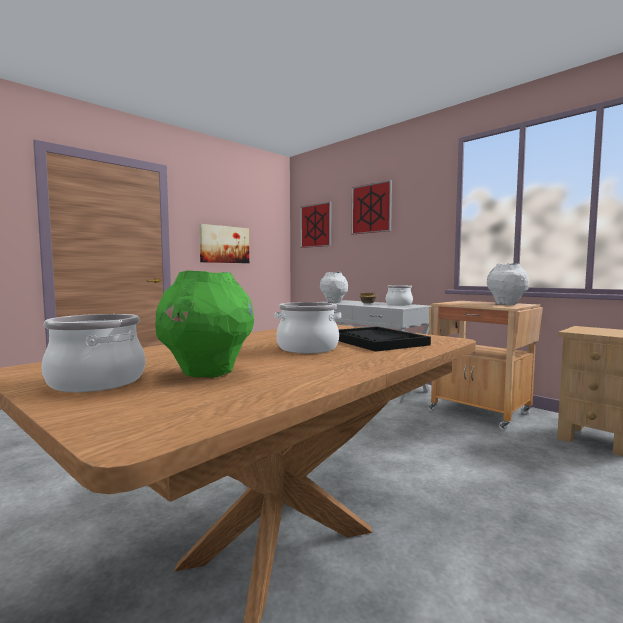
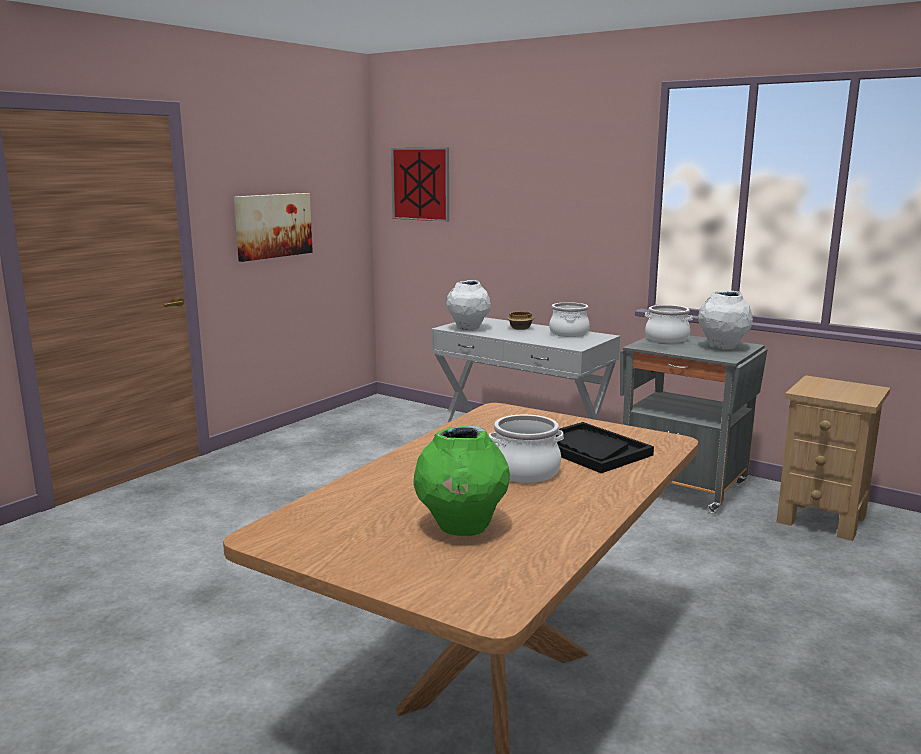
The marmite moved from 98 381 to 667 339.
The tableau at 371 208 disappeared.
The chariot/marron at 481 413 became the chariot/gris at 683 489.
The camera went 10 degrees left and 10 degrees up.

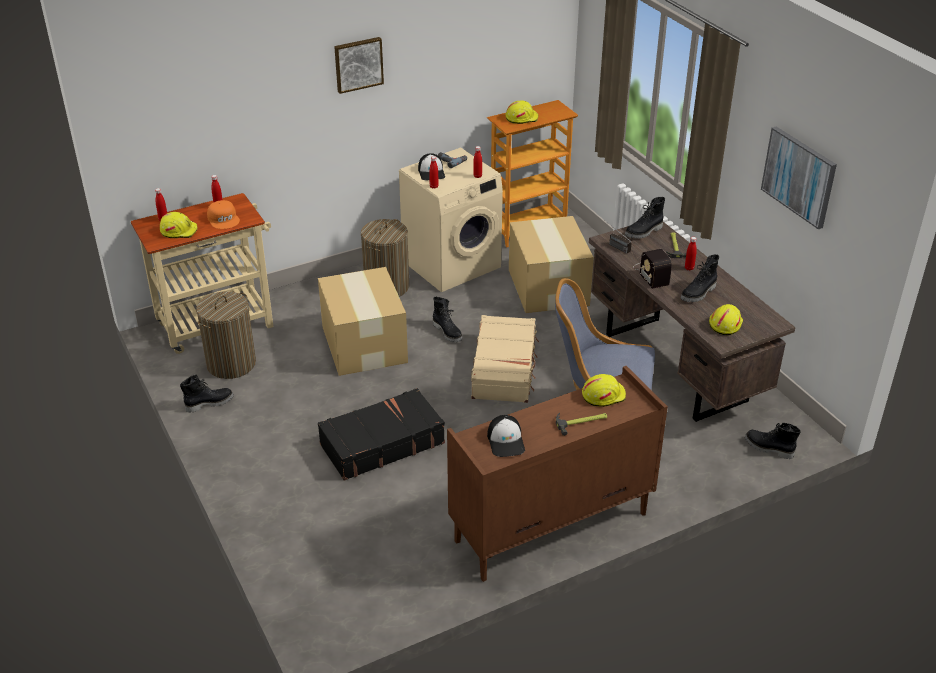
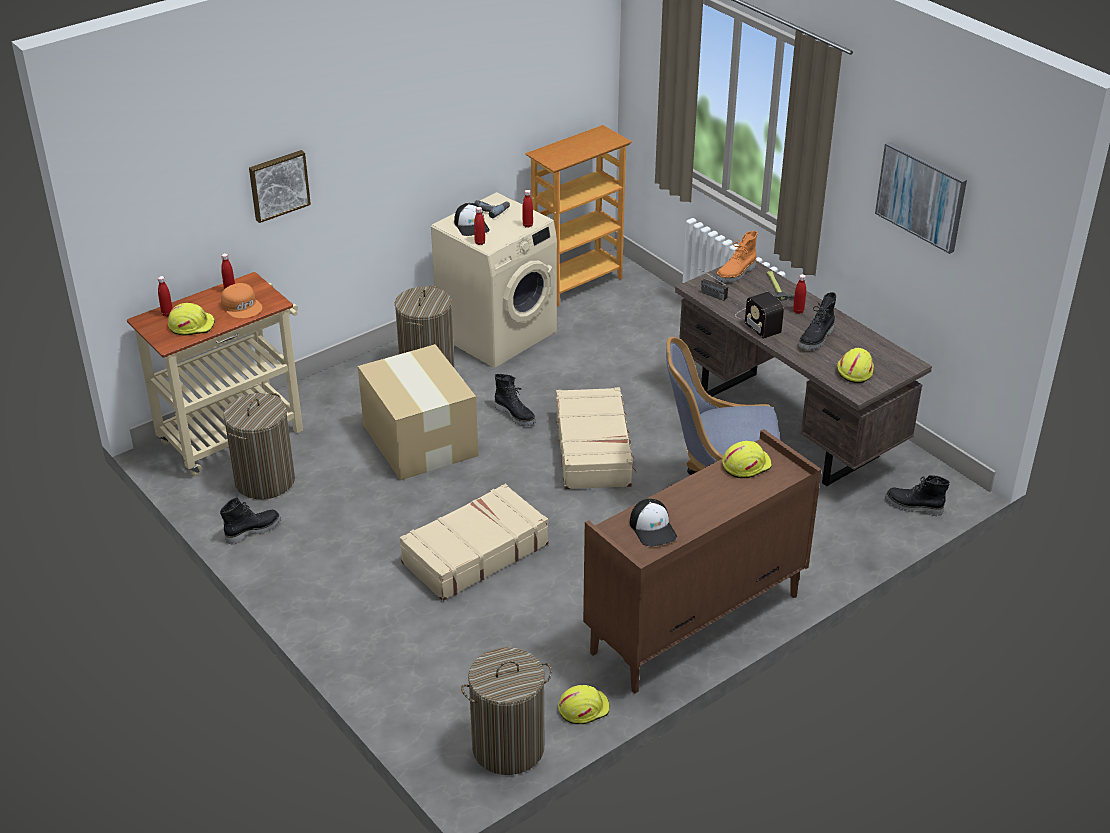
The valise/noir at 381 443 became the valise/beige at 474 553.
The tableau moved from 358 64 to 278 185.
The casque de chantier/jaune moved from 521 118 to 583 708.
The carton at 548 286 disappeared.
The marteau at 582 422 disappeared.
The botte/noir at 644 232 became the botte/orange at 736 274.
The panier à linge at 508 748 appeared.
The camera went 10 degrees left and 0 degrees up.

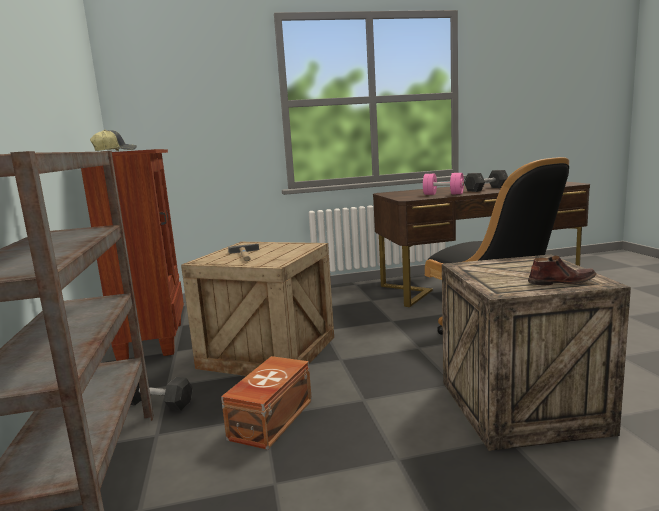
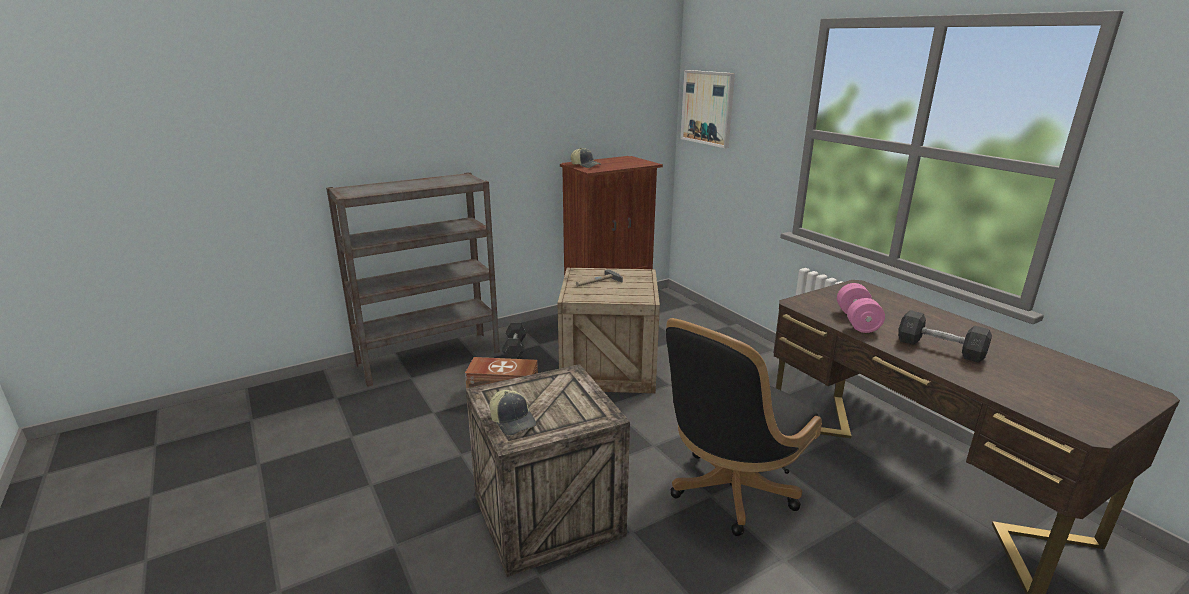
The chaussure/marron at 561 282 was replaced by the casquette at 513 421.
The tableau at 708 108 appeared.
The camera went 70 degrees right and 10 degrees up.

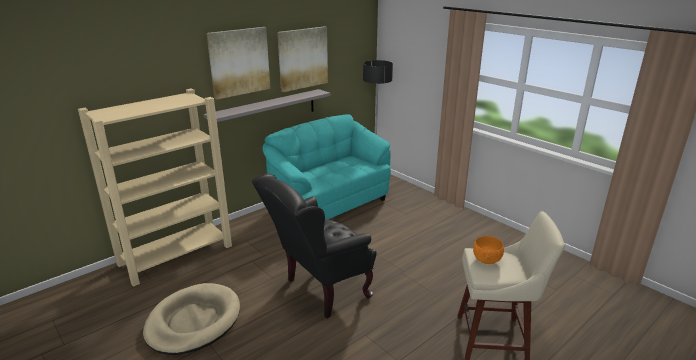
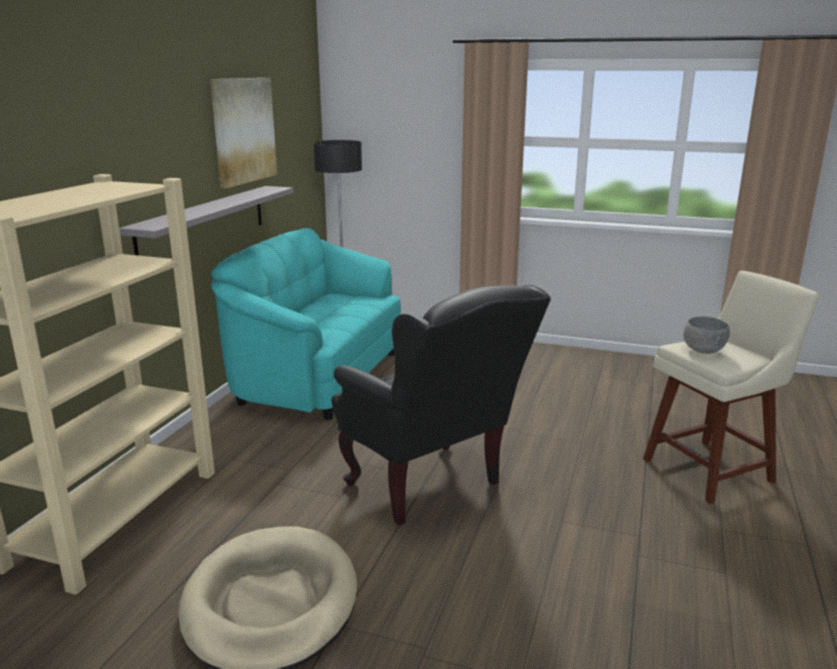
The tableau at 239 62 disappeared.
The fauteuil/noir at 319 292 turned 60 degrees counterclockwise.
The bol/orange at 487 260 became the bol/gris at 704 351.
The camera went 30 degrees left and 5 degrees down.

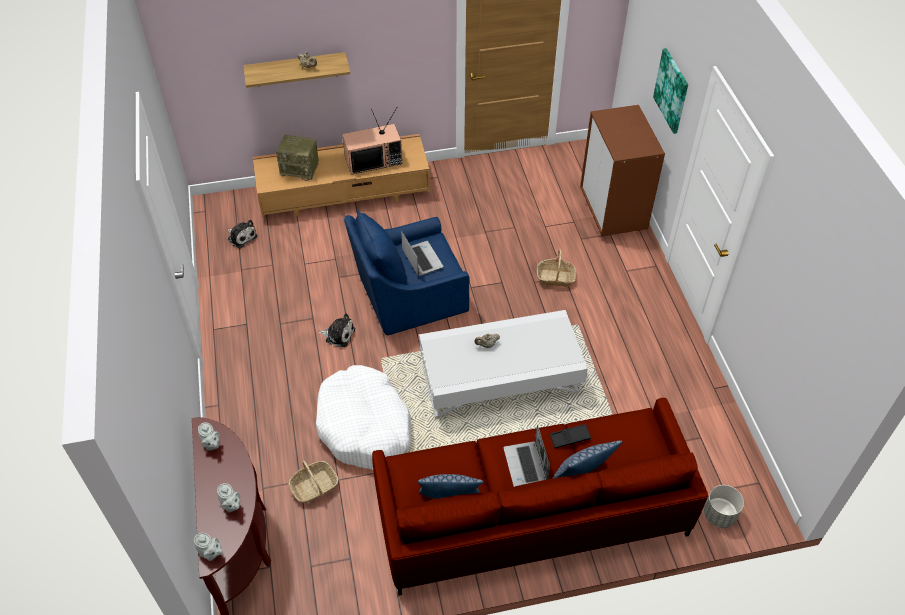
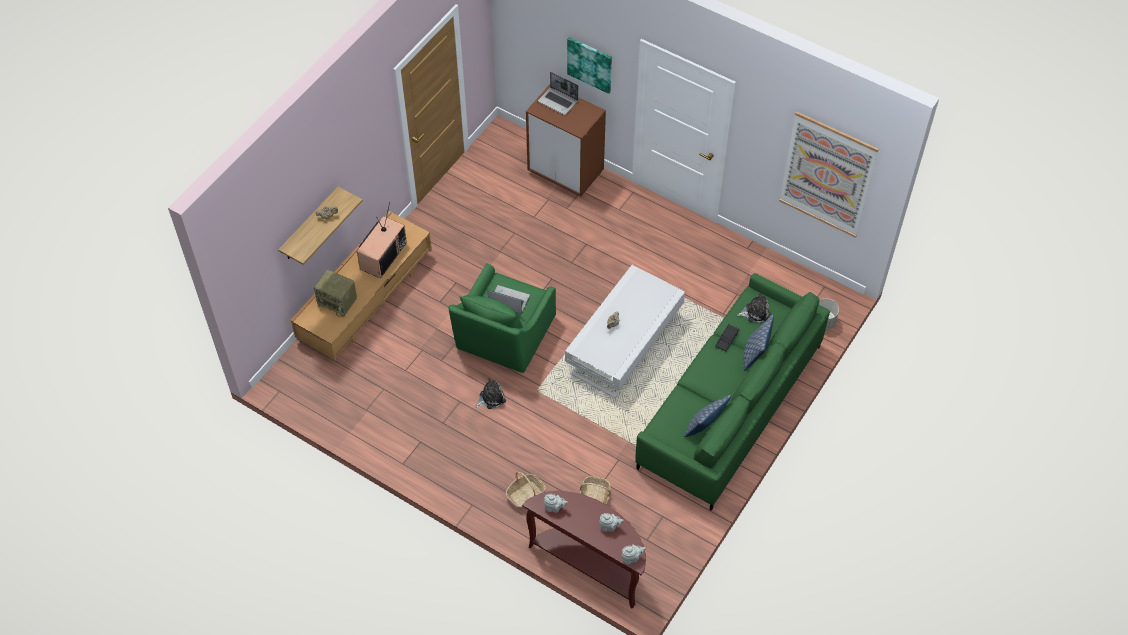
The peluche moved from 241 237 to 755 312.
The radio at 300 169 turned 60 degrees clockwise.
The panier pour chien/blanc at 364 426 disappeared.
The fauteuil/bleu at 408 296 became the fauteuil/vert at 503 336.
The canapé/rouge at 531 513 became the canapé/vert at 729 406.
The ordinateur portable moved from 526 466 to 558 101.
The panier moved from 555 278 to 526 494.
The tableau at 827 175 appeared.
The camera went 45 degrees left and 5 degrees up.

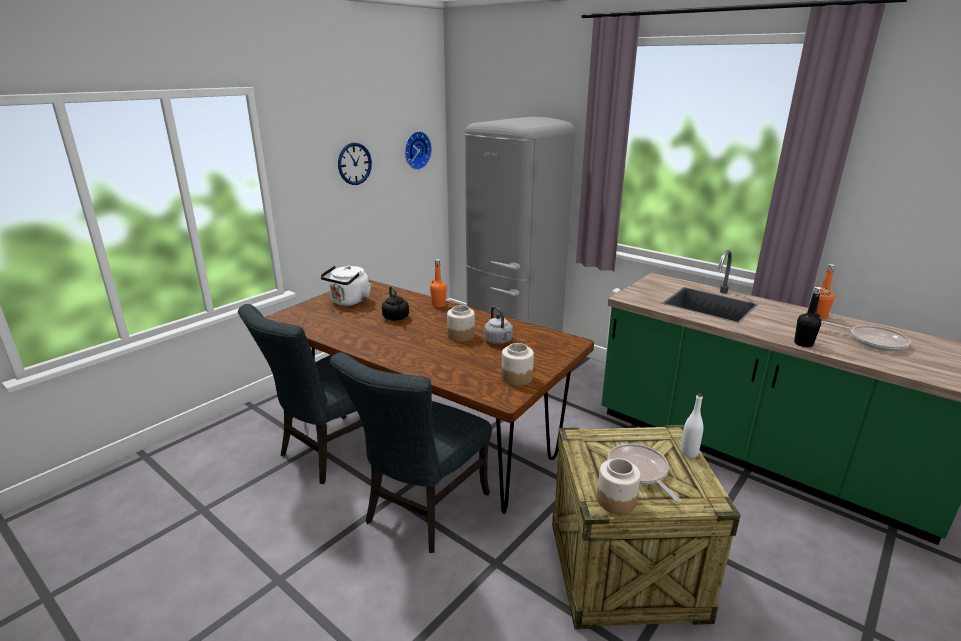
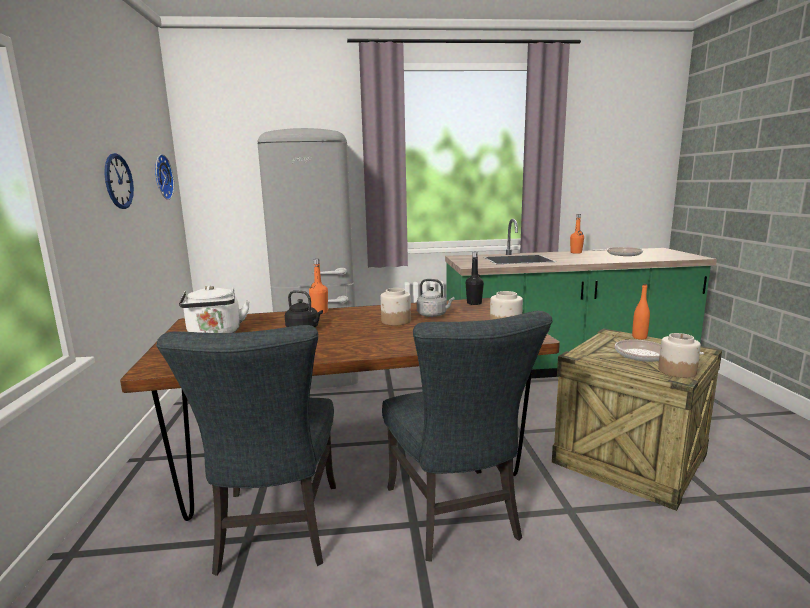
The bouteille/blanc at 689 453 became the bouteille/orange at 639 337.
The bouteille/noir moved from 803 344 to 474 303.
The camera went 45 degrees left and 10 degrees down.

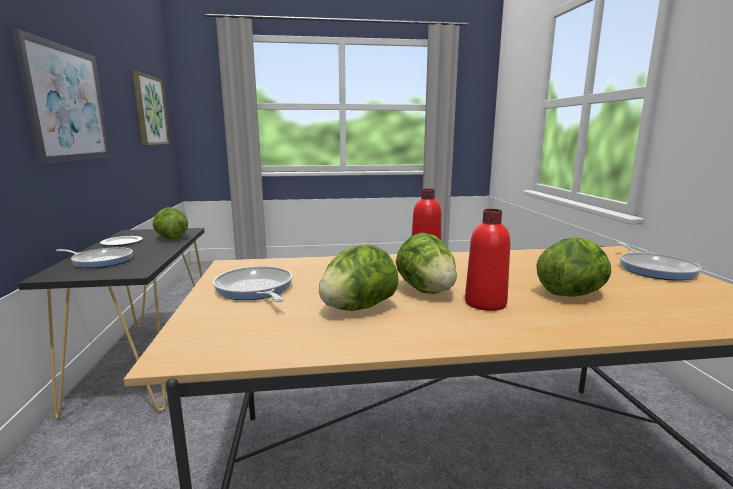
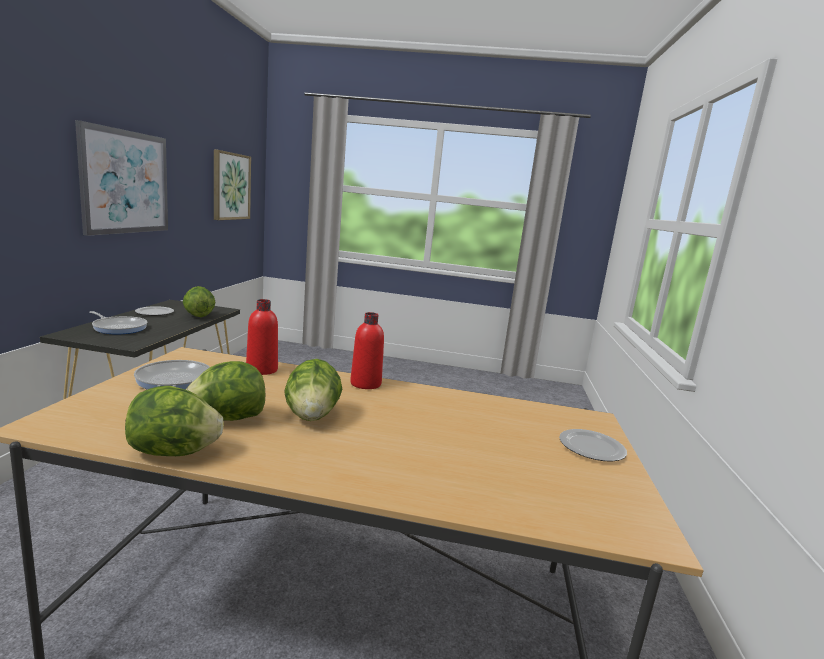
The bouteille/rouge moved from 485 303 to 262 370.
The laitue moved from 572 294 to 174 452.
The poêle at 654 269 was replaced by the assiette at 592 447.
The camera went 15 degrees right and 0 degrees up.

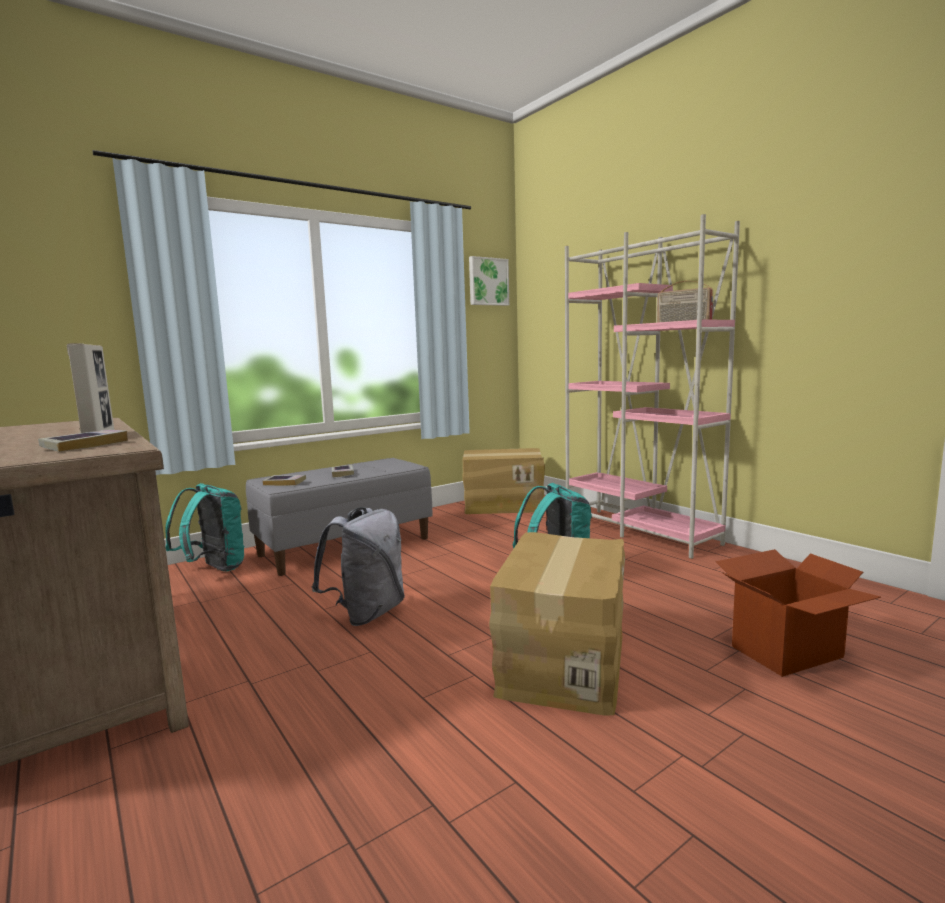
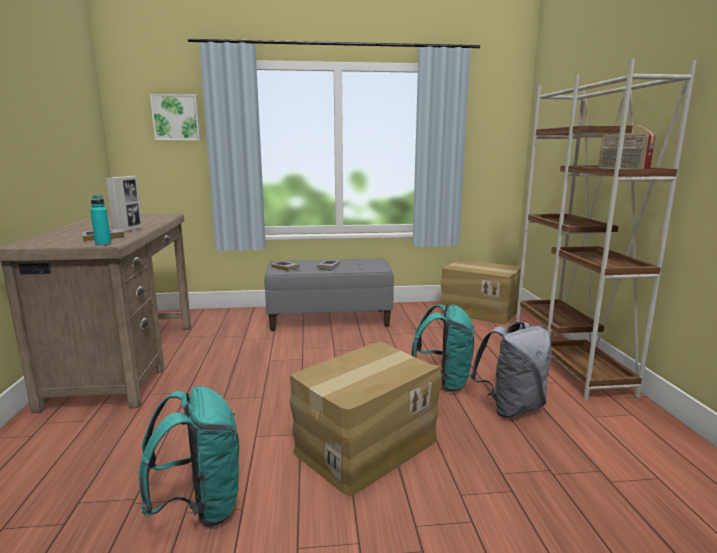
The sac à dos/turquoise moved from 213 569 to 200 507.
The sac à dos/gris moved from 367 613 to 511 407.
The tableau moved from 487 282 to 176 117.
The bibliothèque/rose at 639 532 became the bibliothèque/marron at 568 363.
The carton at 788 652 disappeared.
The bouteille/turquoise at 103 244 appeared.
The camera went 30 degrees right and 5 degrees up.

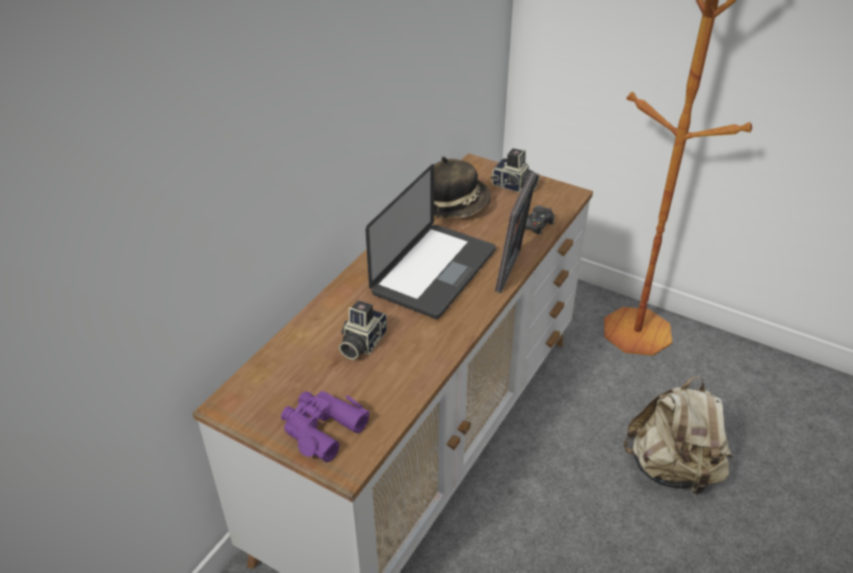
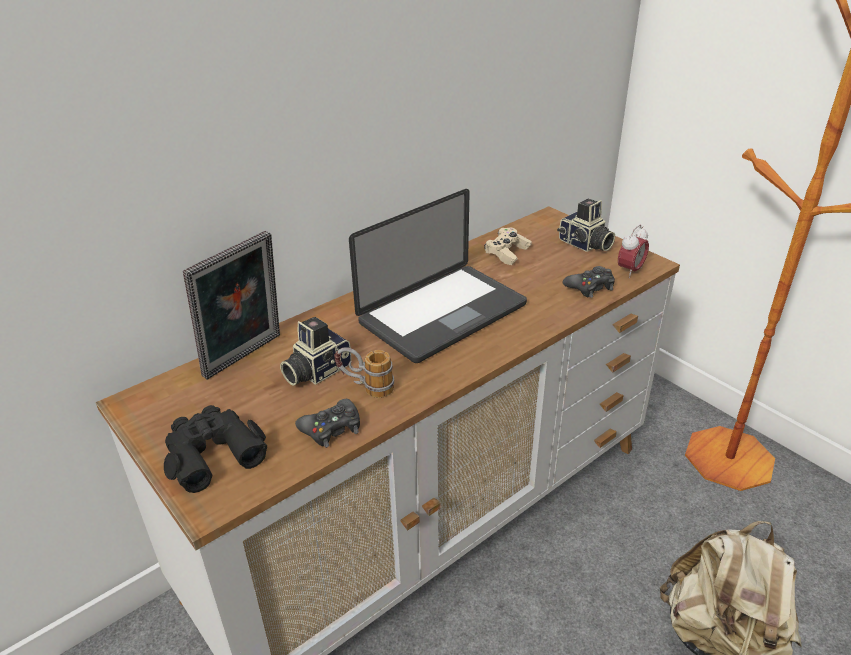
The jumelles/violet at 321 428 became the jumelles/noir at 212 453.
The chapeau at 457 205 was replaced by the manette/beige at 507 253.
The cadre photo moved from 512 271 to 246 357.
The manette/noir at 332 428 appeared.
The mug at 366 388 appeared.
The réveil at 630 271 appeared.
The camera went 20 degrees right and 5 degrees down.

